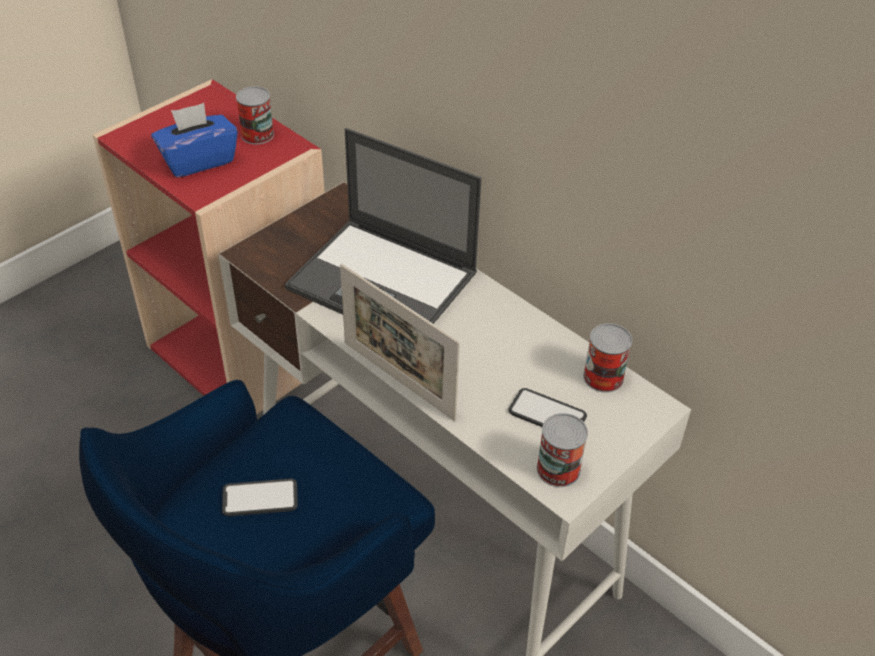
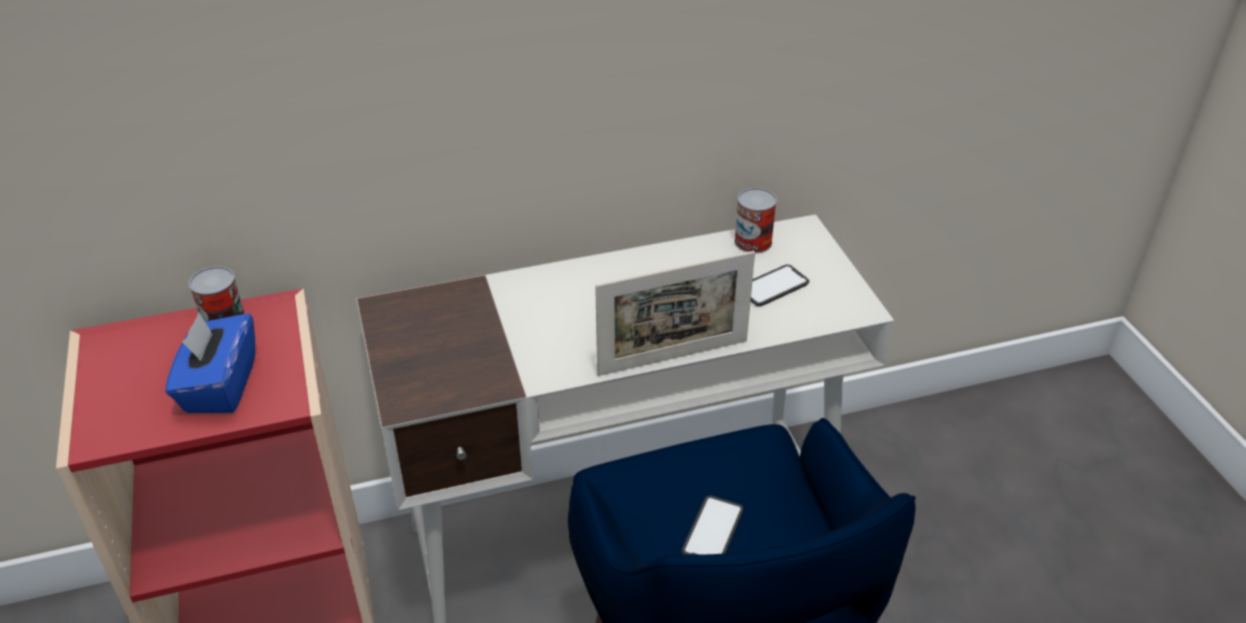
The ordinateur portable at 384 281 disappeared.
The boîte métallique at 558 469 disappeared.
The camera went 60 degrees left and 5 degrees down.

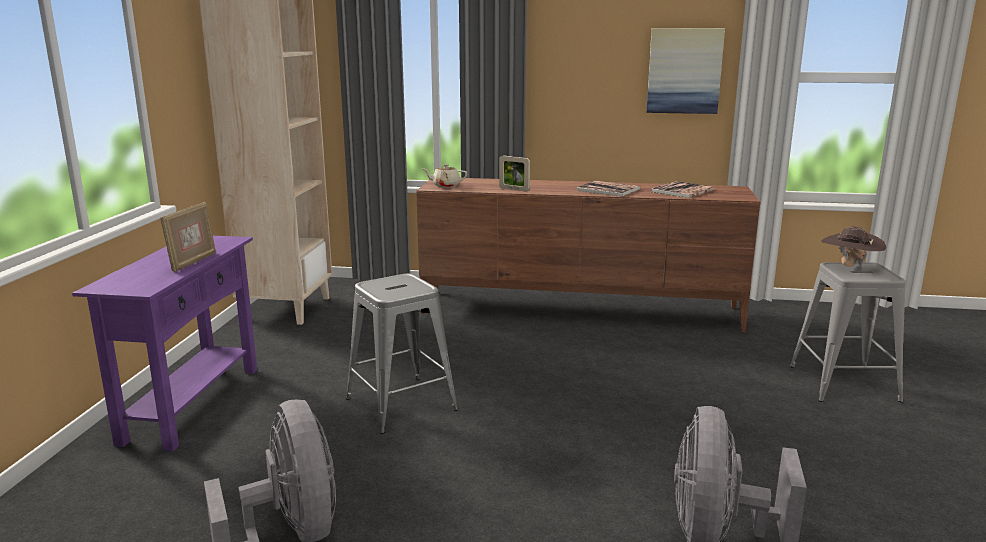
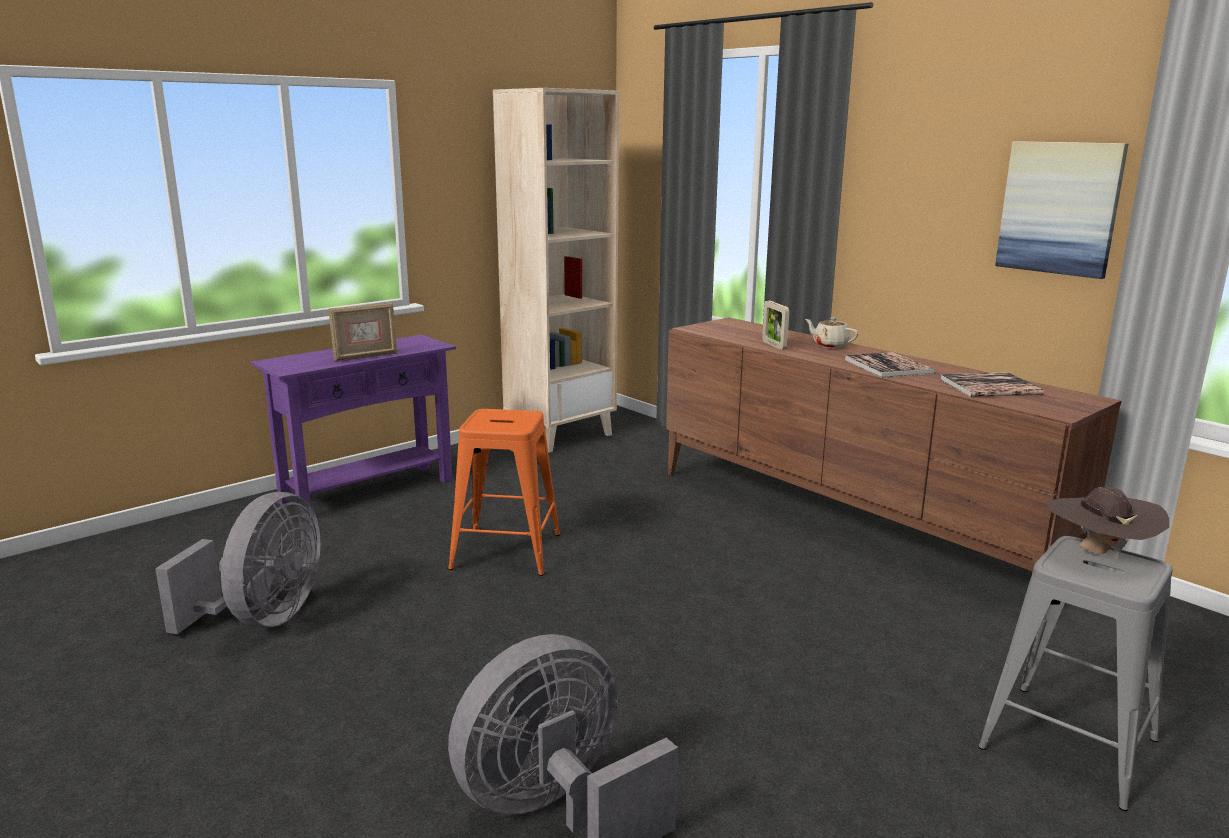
The tabouret/gris at 401 404 became the tabouret/orange at 505 551.
The théière/beige moved from 445 186 to 830 345.
The camera went 40 degrees right and 0 degrees up.

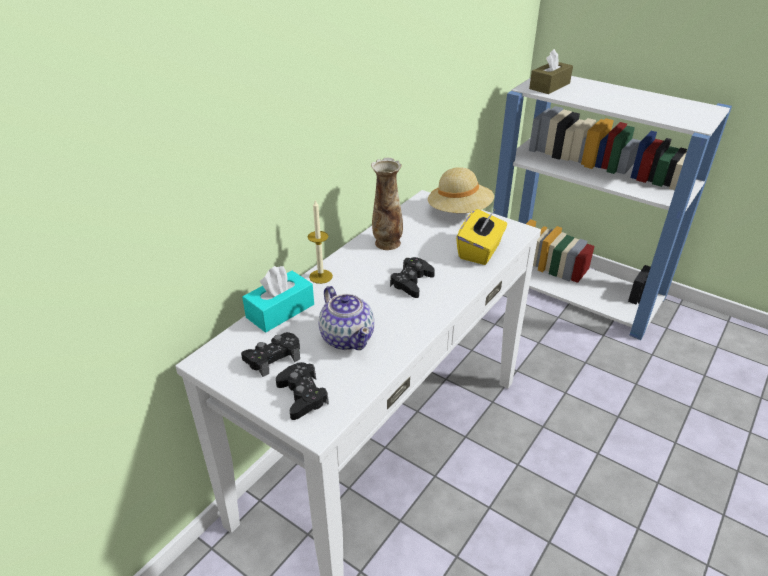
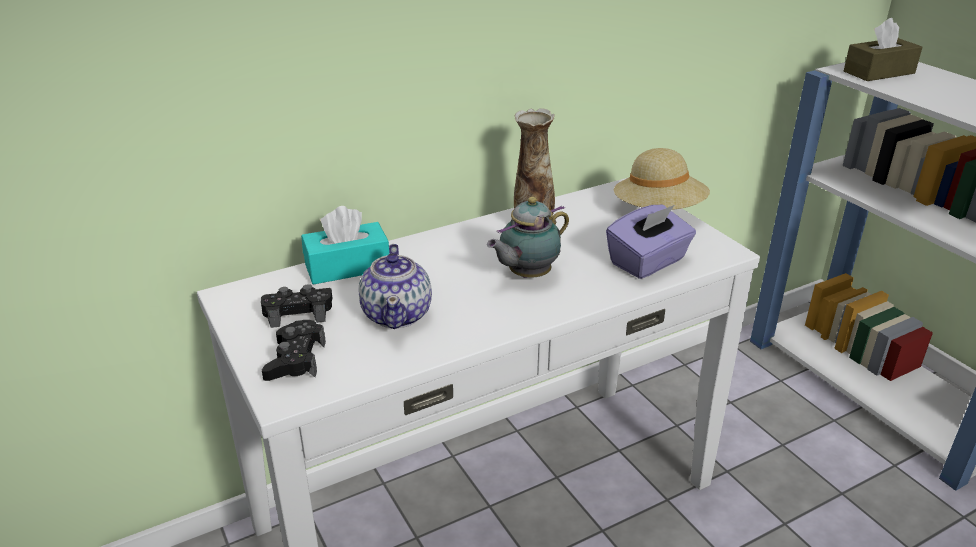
The bougie at 321 276 disappeared.
The manette/noir at 412 282 was replaced by the théière at 526 275.
The boîte à mouchoirs/jaune at 480 251 became the boîte à mouchoirs/violet at 648 262.
The camera went 25 degrees right and 5 degrees down.

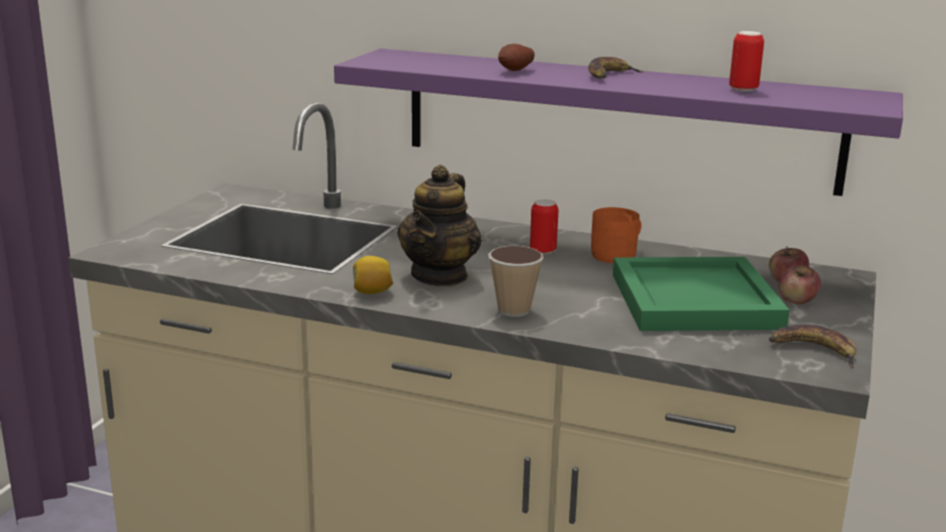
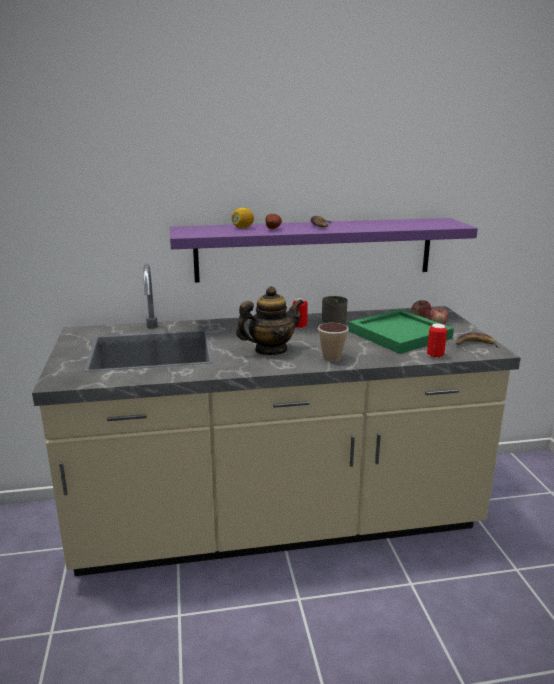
The citron moved from 372 292 to 242 227.
The théière at 440 276 turned 105 degrees counterclockwise.
The mug/orange at 618 254 became the mug/gris at 335 321.
The boîte métallique moved from 743 89 to 435 356.
The camera went 30 degrees left and 0 degrees up.

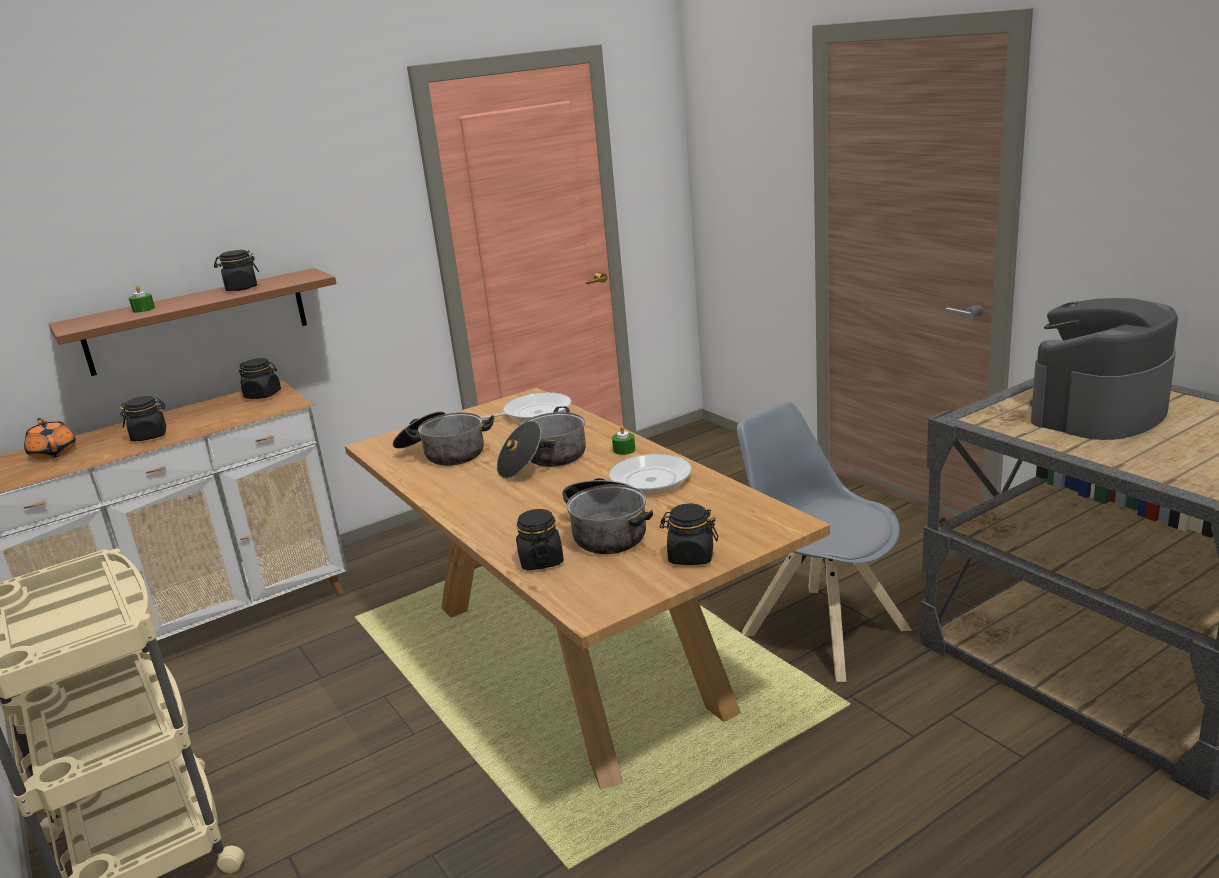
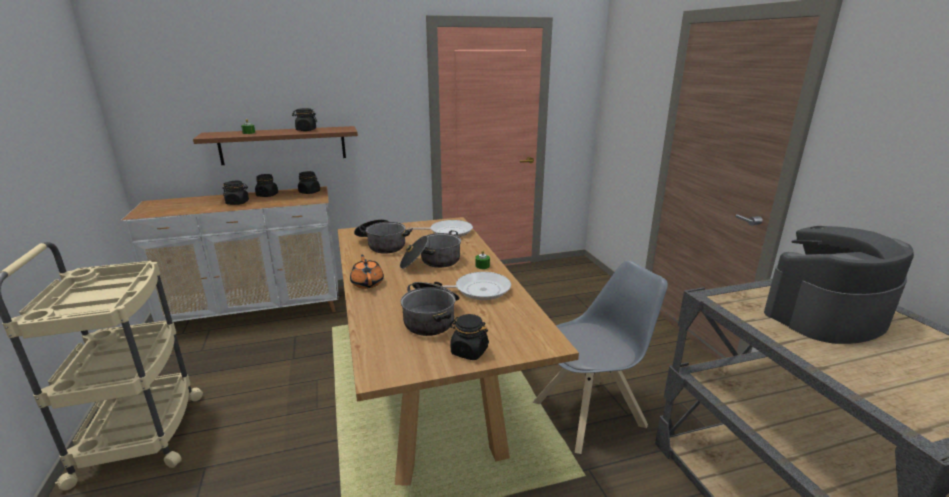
The théière/orange moved from 53 453 to 367 283.
The bocal/noir moved from 541 560 to 267 195.
The chaise/gris at 821 629 turned 90 degrees clockwise.
The camera went 15 degrees right and 0 degrees up.

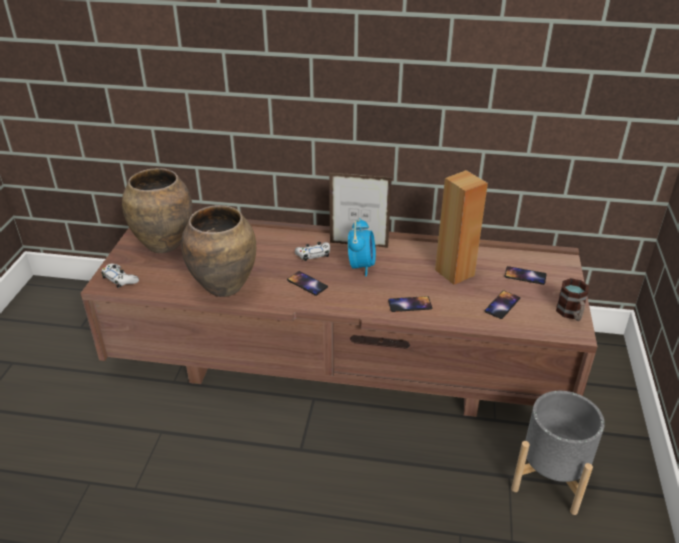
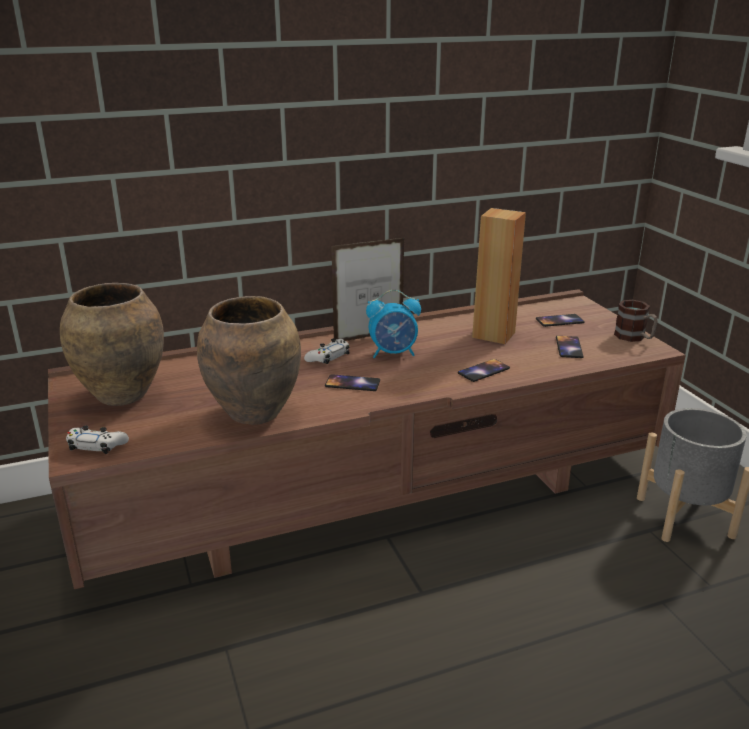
The réveil at 361 266 turned 105 degrees clockwise.
The camera went 30 degrees left and 10 degrees down.

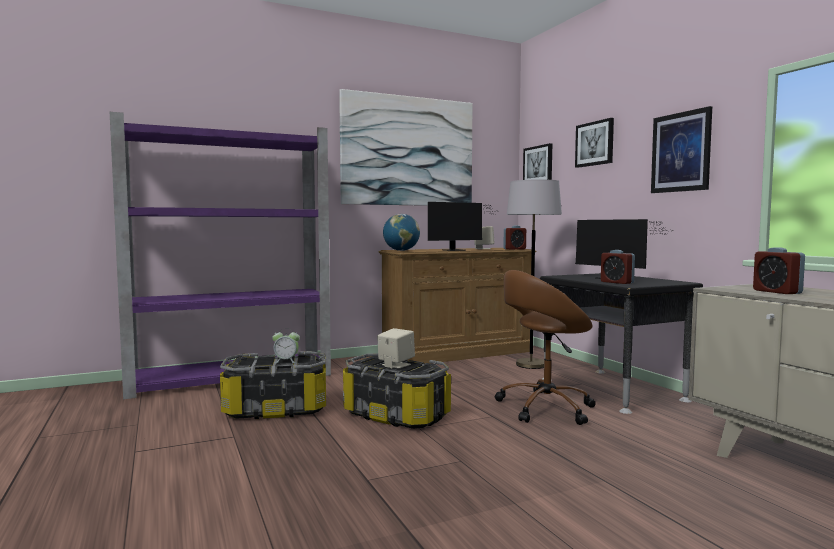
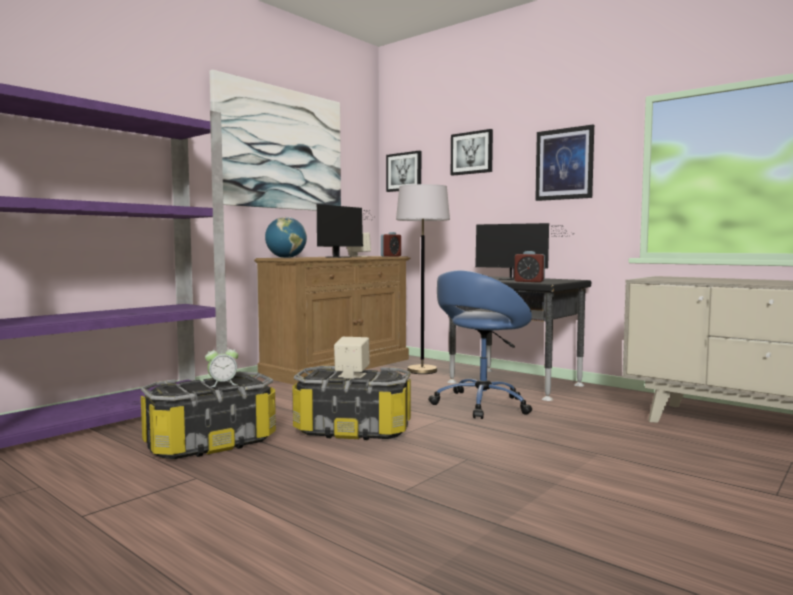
The chaise de bureau/marron at 543 408 became the chaise de bureau/bleu at 480 405.
The réveil at 777 292 disappeared.
The camera went 25 degrees left and 0 degrees up.

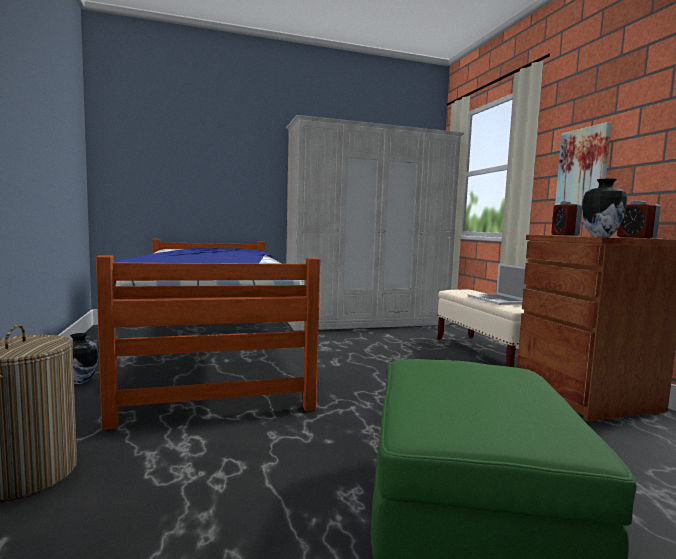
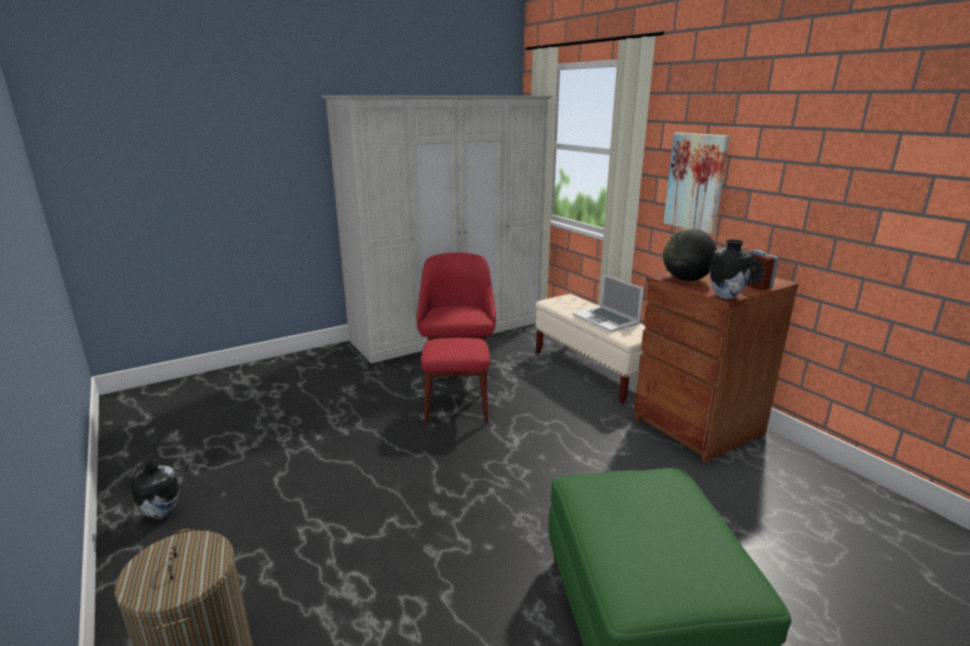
The lit at 210 355 disappeared.
The réveil at 564 235 was replaced by the globe at 686 279.
The fauteuil/rouge at 457 382 appeared.
The camera went 15 degrees left and 15 degrees up.

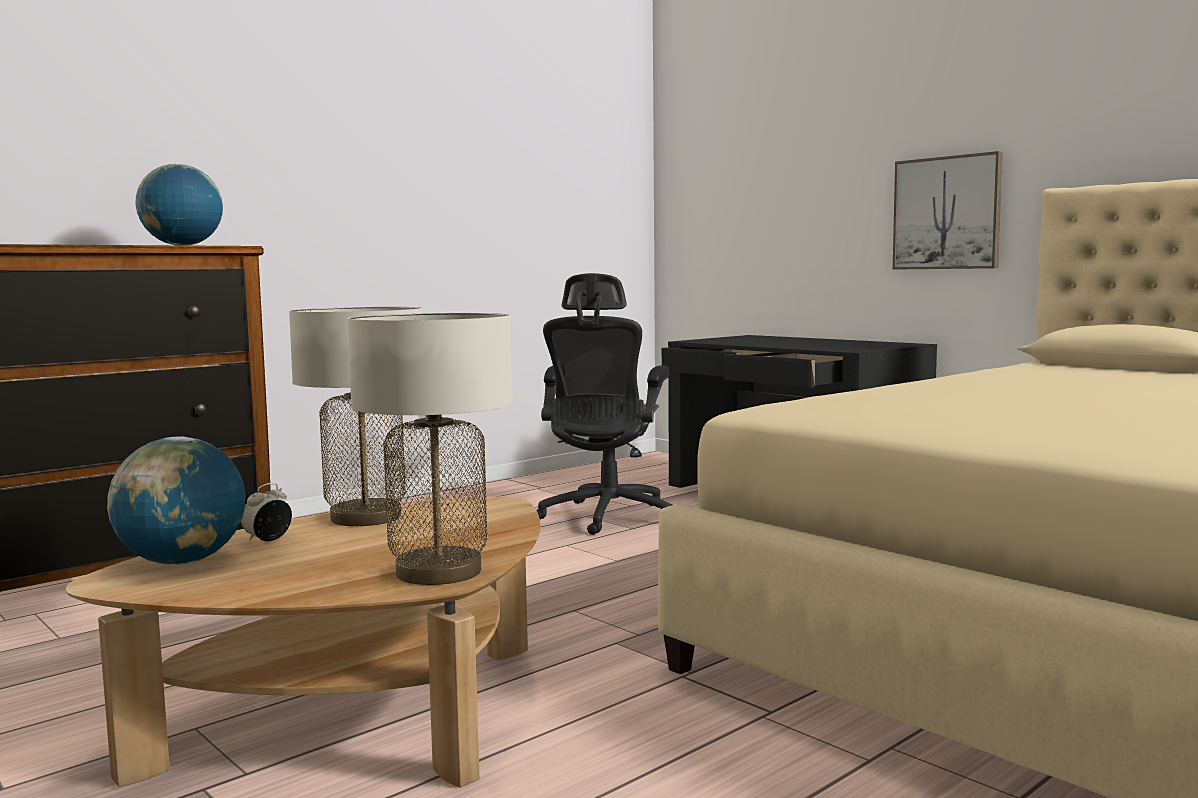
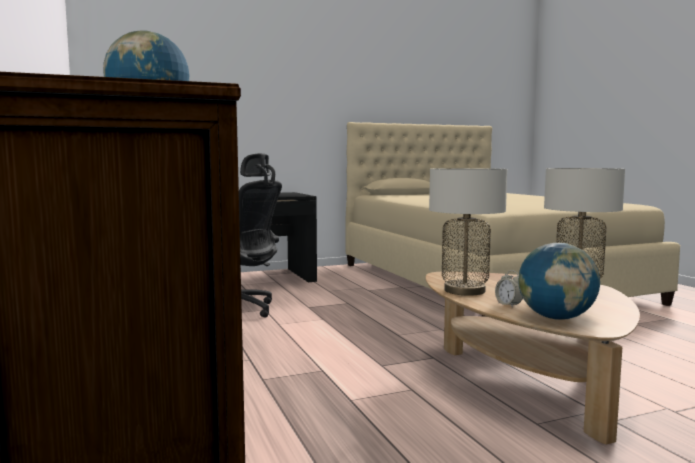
The tableau at 947 213 disappeared.
The camera went 70 degrees left and 0 degrees up.

